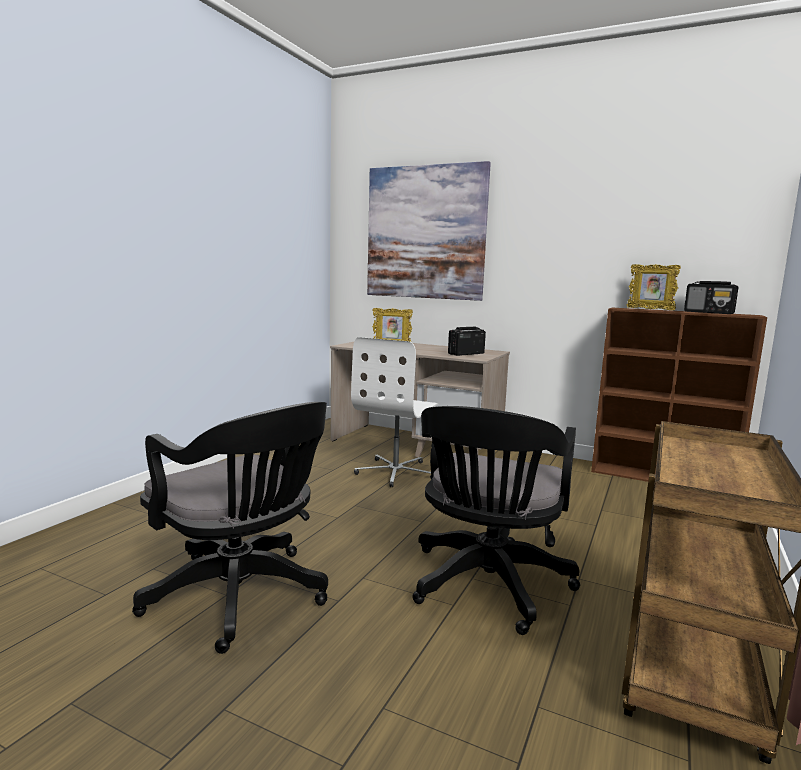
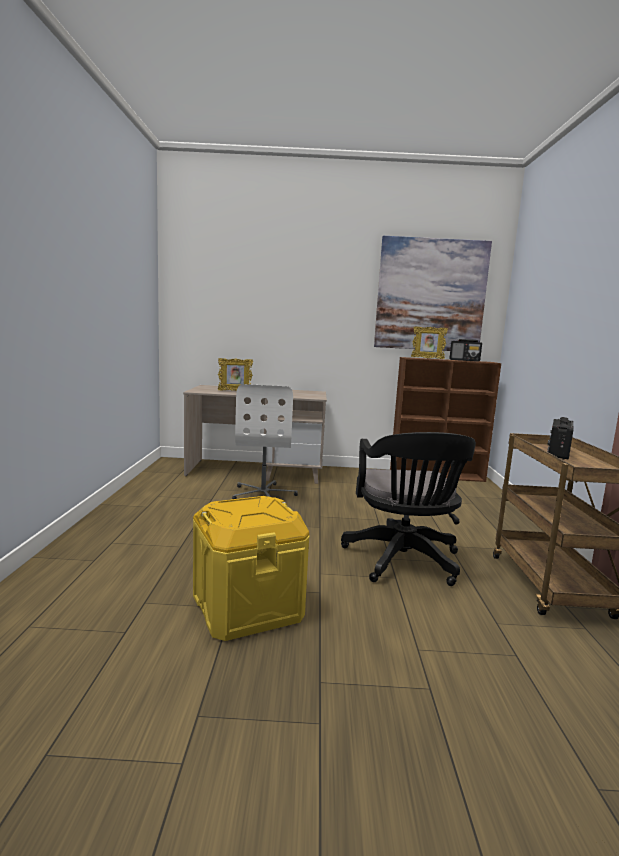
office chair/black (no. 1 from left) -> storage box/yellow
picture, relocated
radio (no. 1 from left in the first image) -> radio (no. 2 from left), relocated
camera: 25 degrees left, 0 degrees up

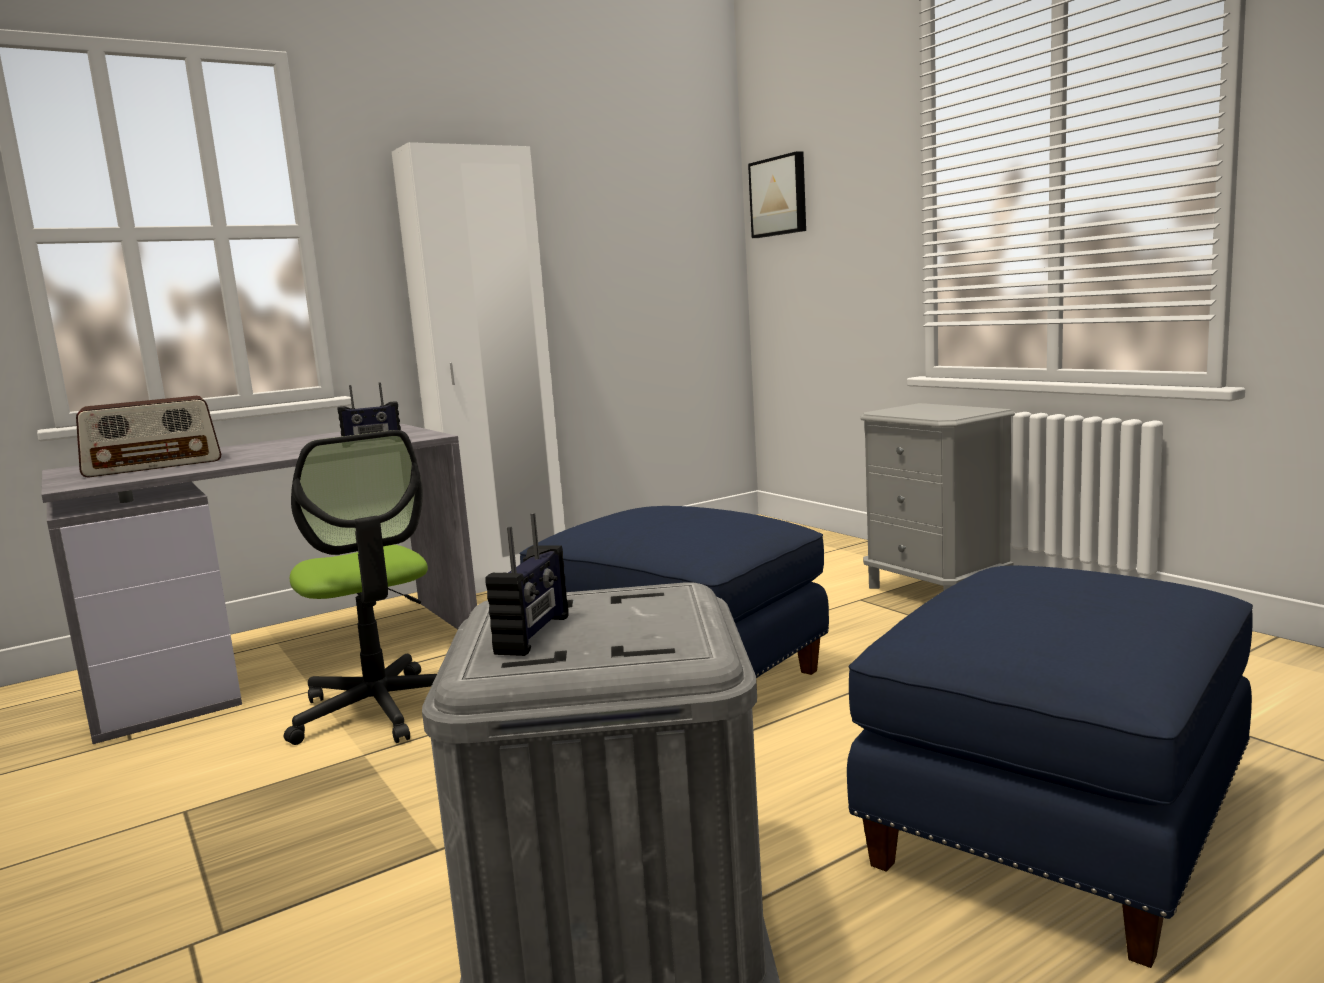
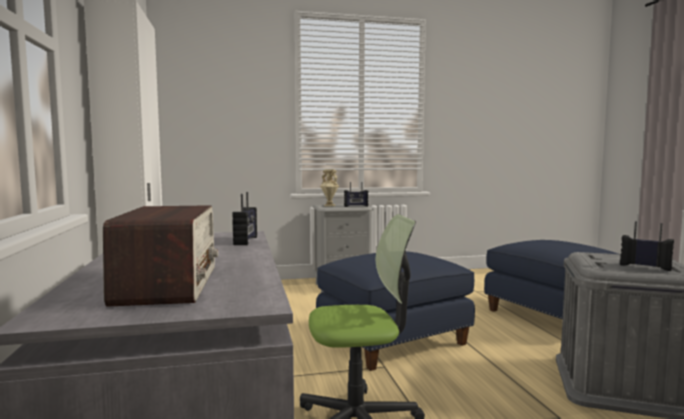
none -> vase/beige
none -> radio (no. 3 from left)
picture -> none
camera: 70 degrees left, 5 degrees down

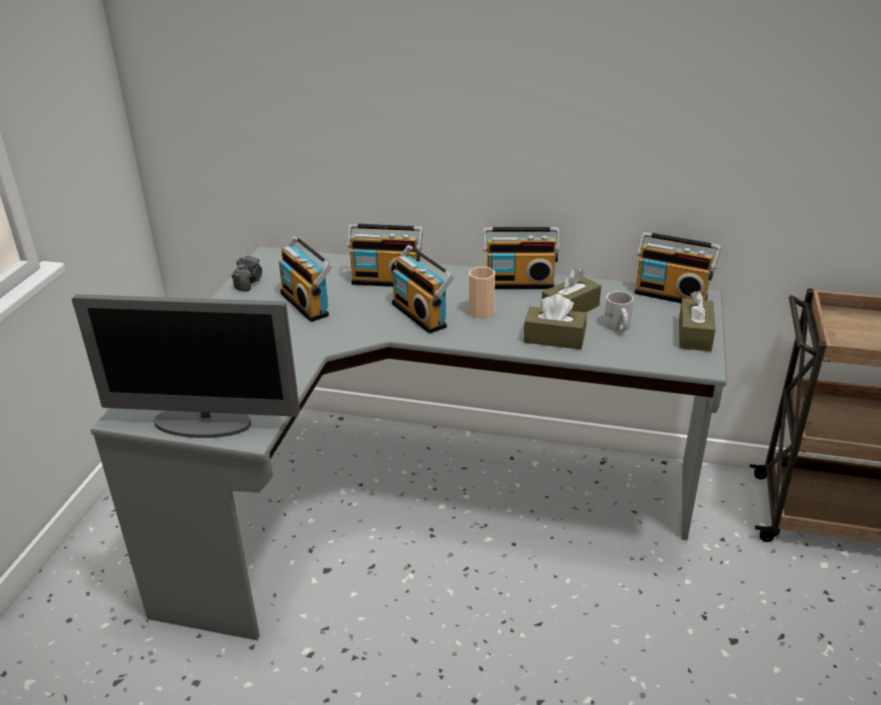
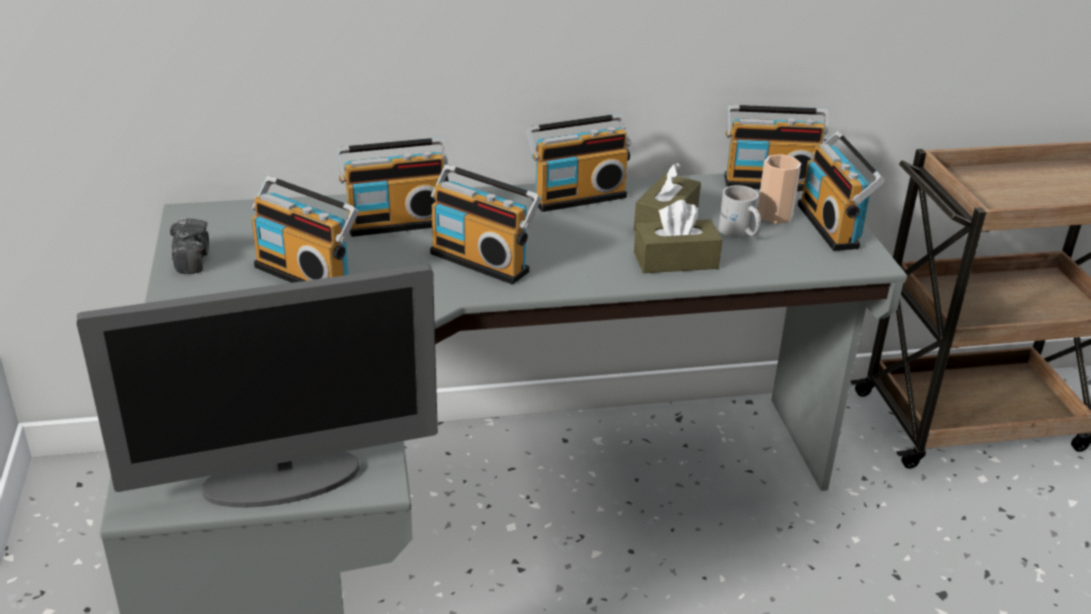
cup, relocated
tissue box/brown (no. 3 from left) -> radio (no. 6 from left)
camera: 25 degrees left, 0 degrees up

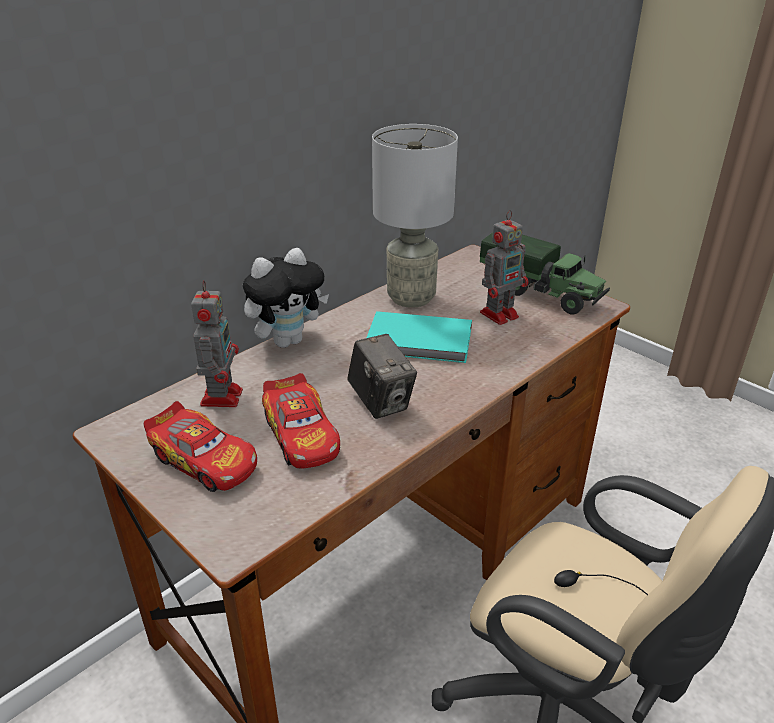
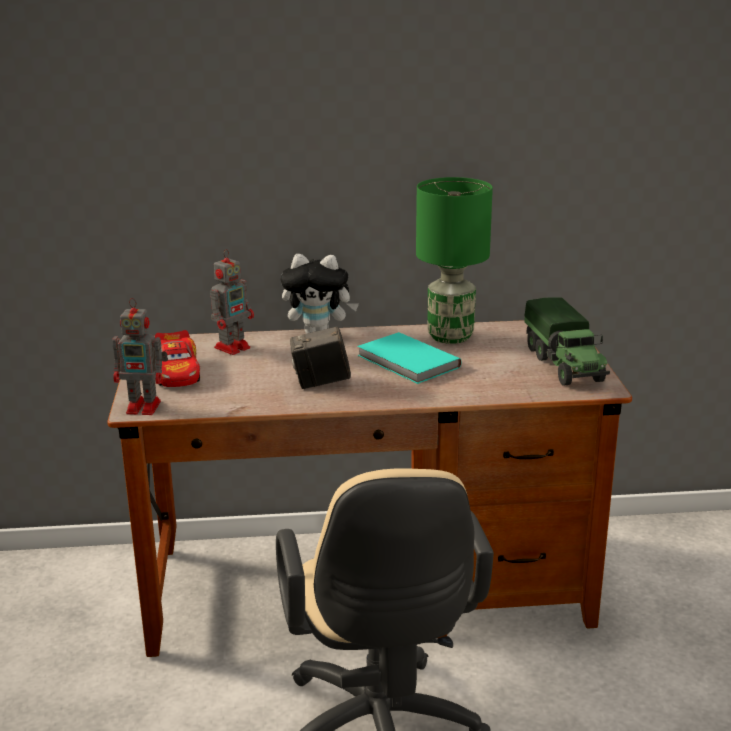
toy robot (no. 2 from left in the first image) -> toy robot (no. 1 from left), relocated
photo camera, 75 degrees clockwise
table lamp/grey -> table lamp/green
toy car (no. 2 from left) -> none
camera: 40 degrees right, 10 degrees down

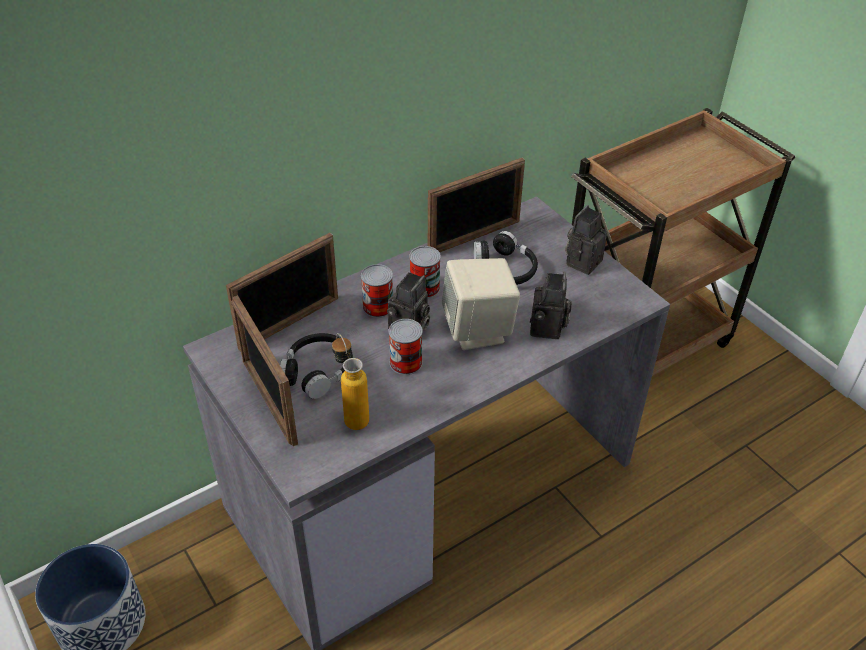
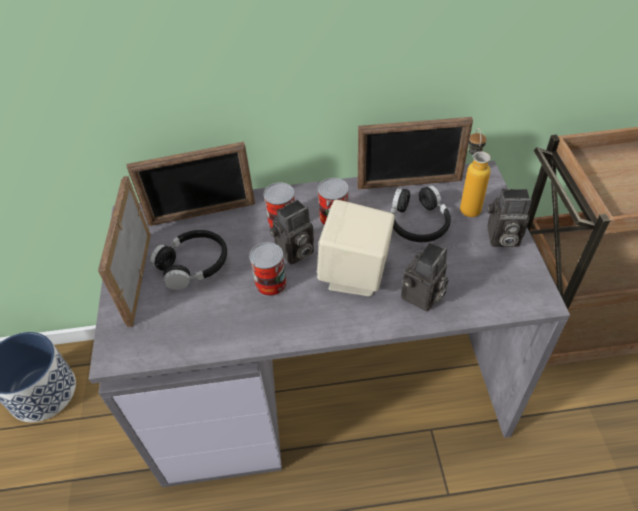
bottle, relocated
photo camera (no. 3 from left), 150 degrees counterclockwise
camera: 30 degrees right, 5 degrees up

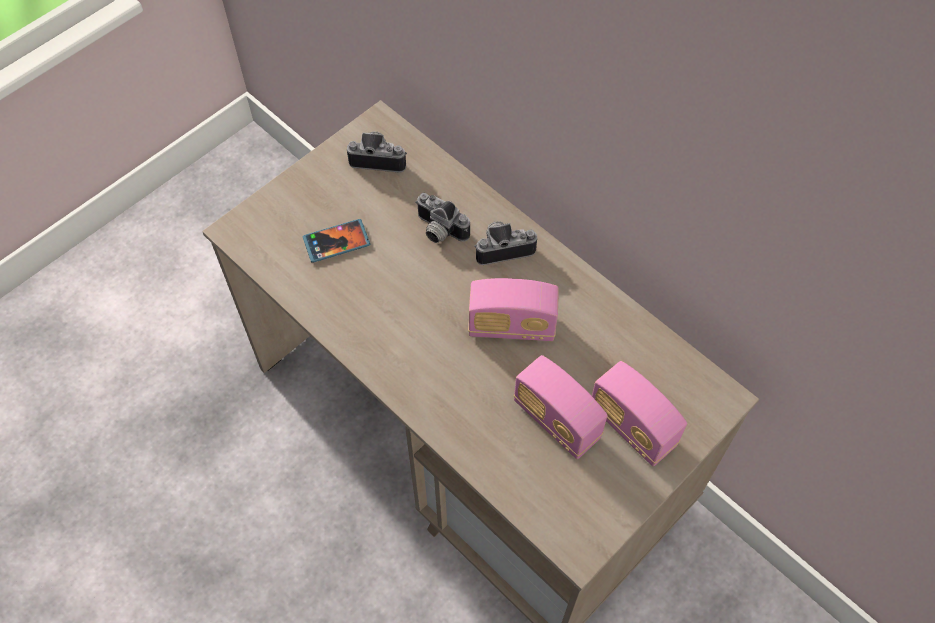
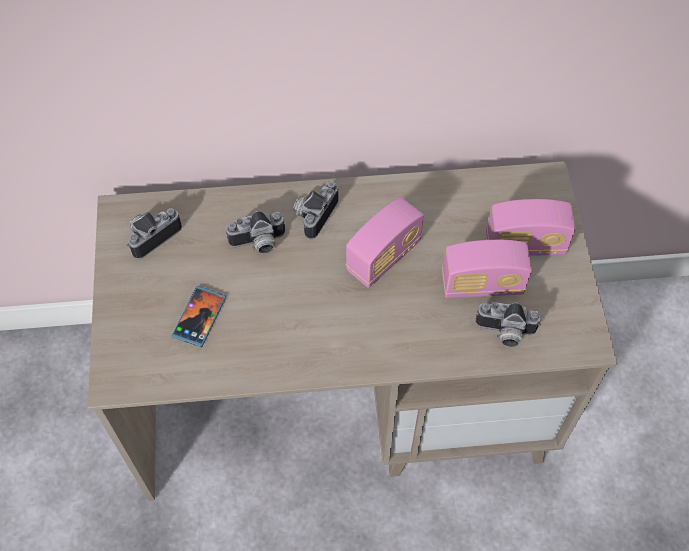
none -> photo camera (no. 4 from left)
camera: 50 degrees left, 0 degrees up

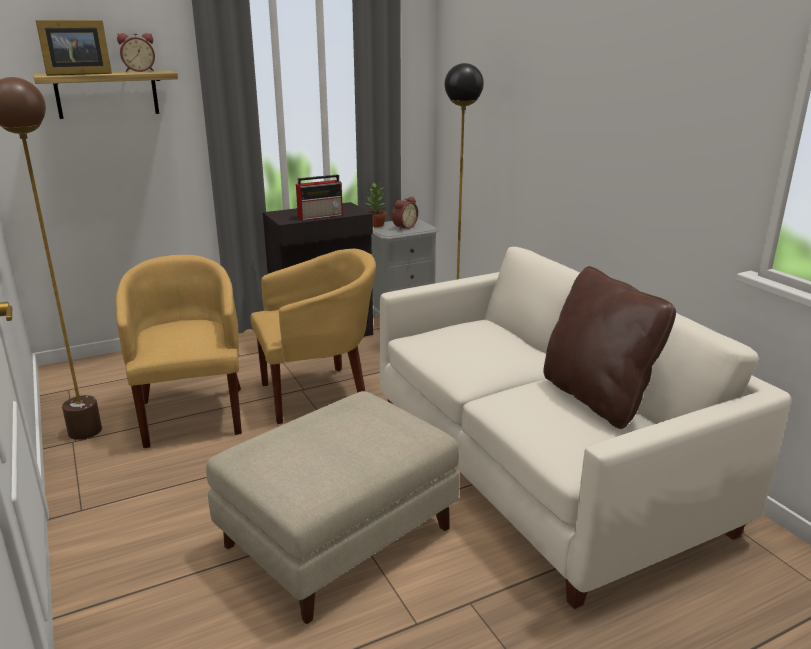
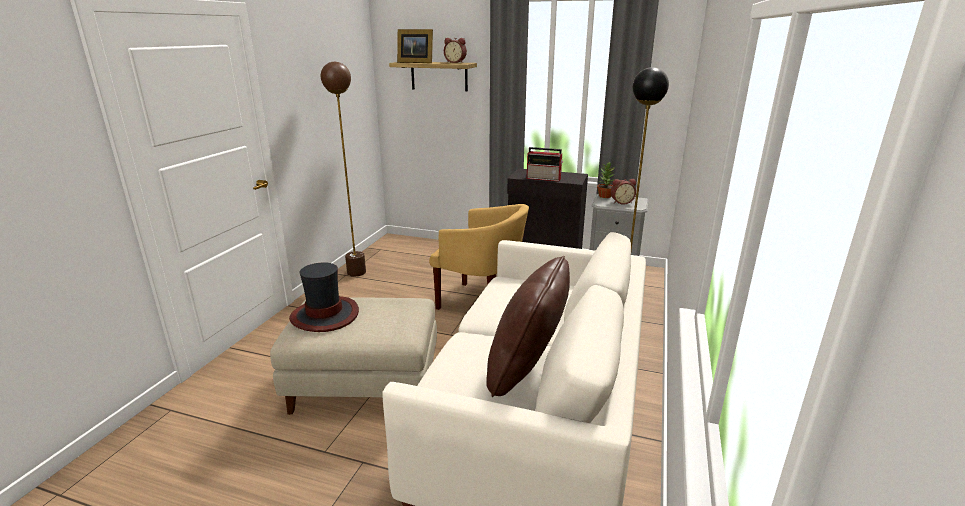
none -> hat
armchair/yellow (no. 1 from left) -> none
camera: 45 degrees right, 0 degrees up

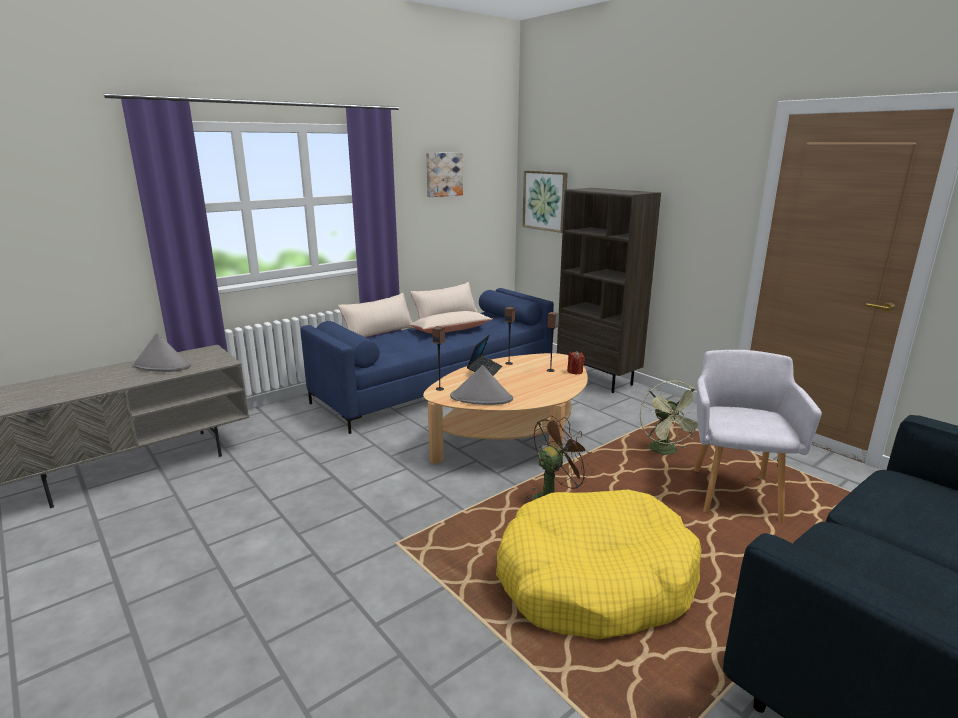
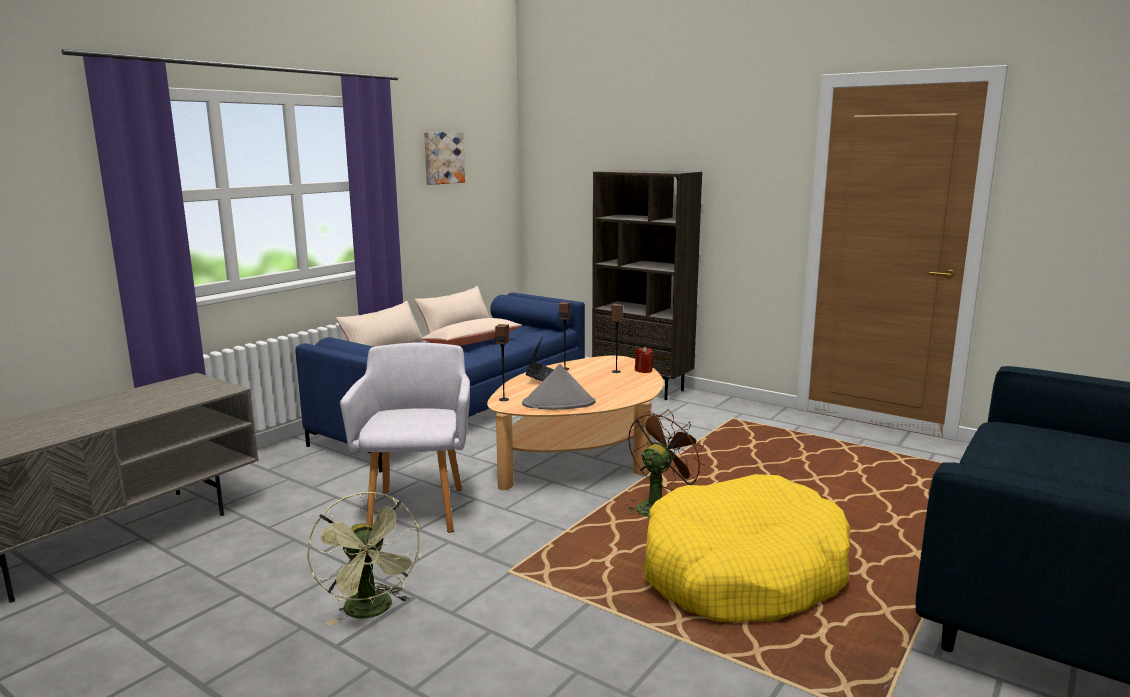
fan/green, relocated
armchair/grey, relocated
hat/grey (no. 1 from left) -> none
picture (no. 2 from left) -> none
camera: 15 degrees left, 5 degrees down

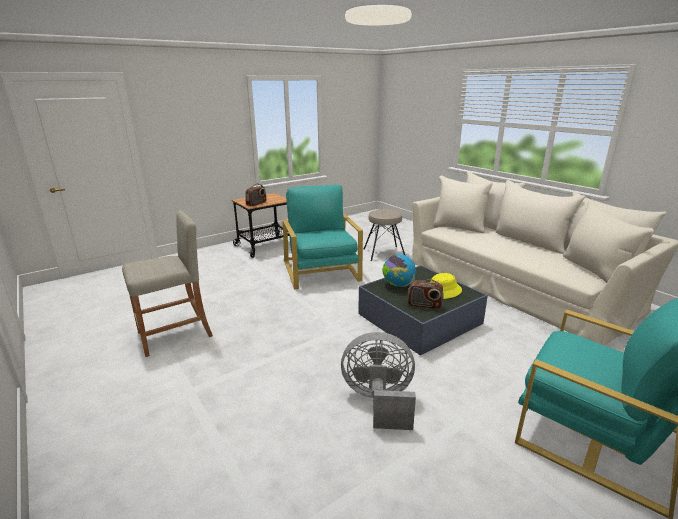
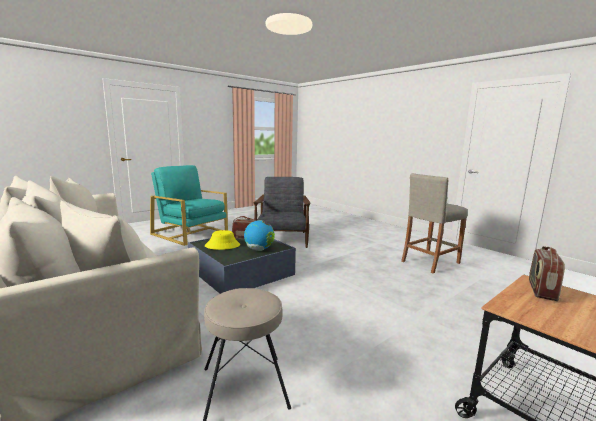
fan/grey -> armchair/grey
armchair/turquoise (no. 1 from left) -> none
camera: 175 degrees right, 10 degrees down

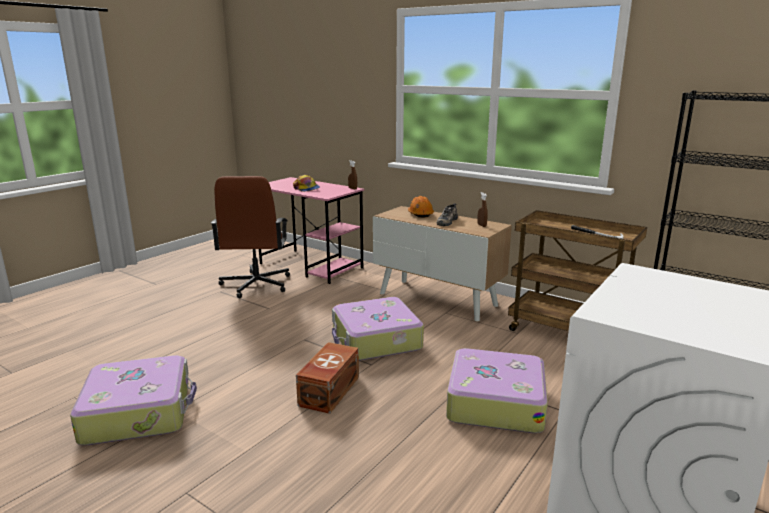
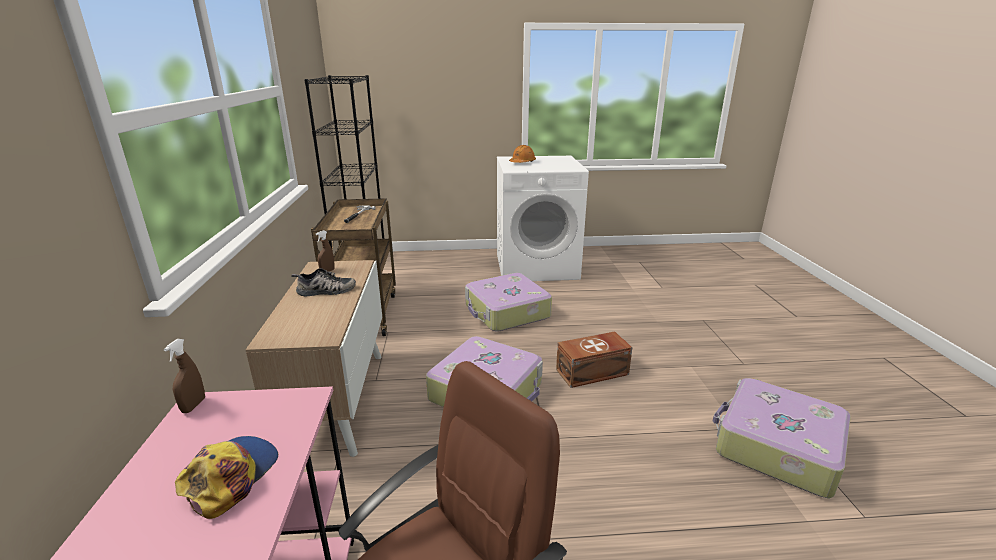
hard hat/orange, relocated
camera: 130 degrees left, 5 degrees up

